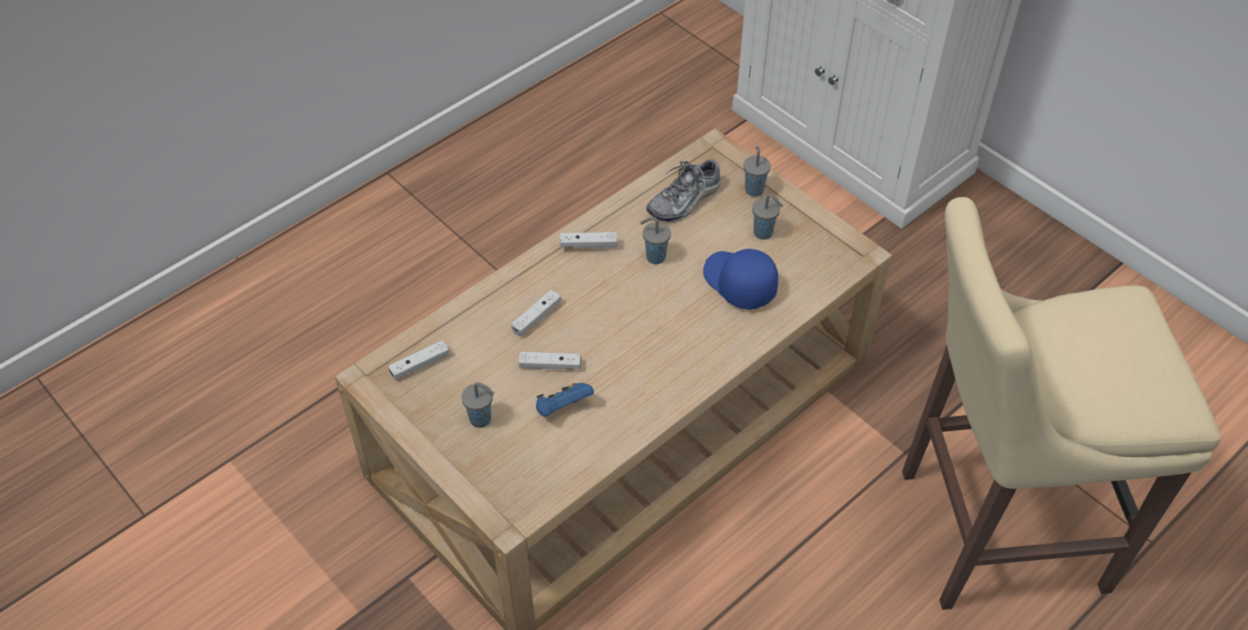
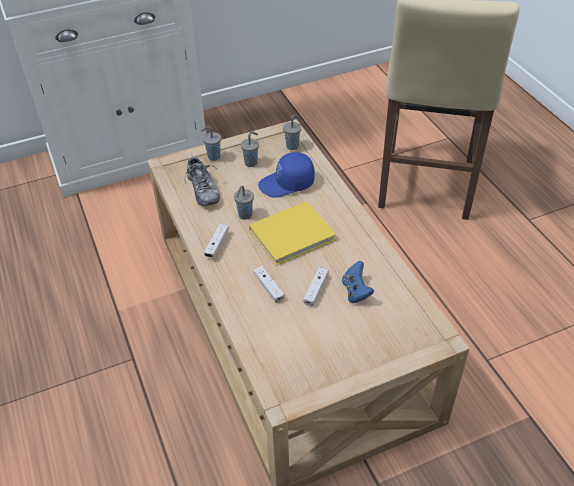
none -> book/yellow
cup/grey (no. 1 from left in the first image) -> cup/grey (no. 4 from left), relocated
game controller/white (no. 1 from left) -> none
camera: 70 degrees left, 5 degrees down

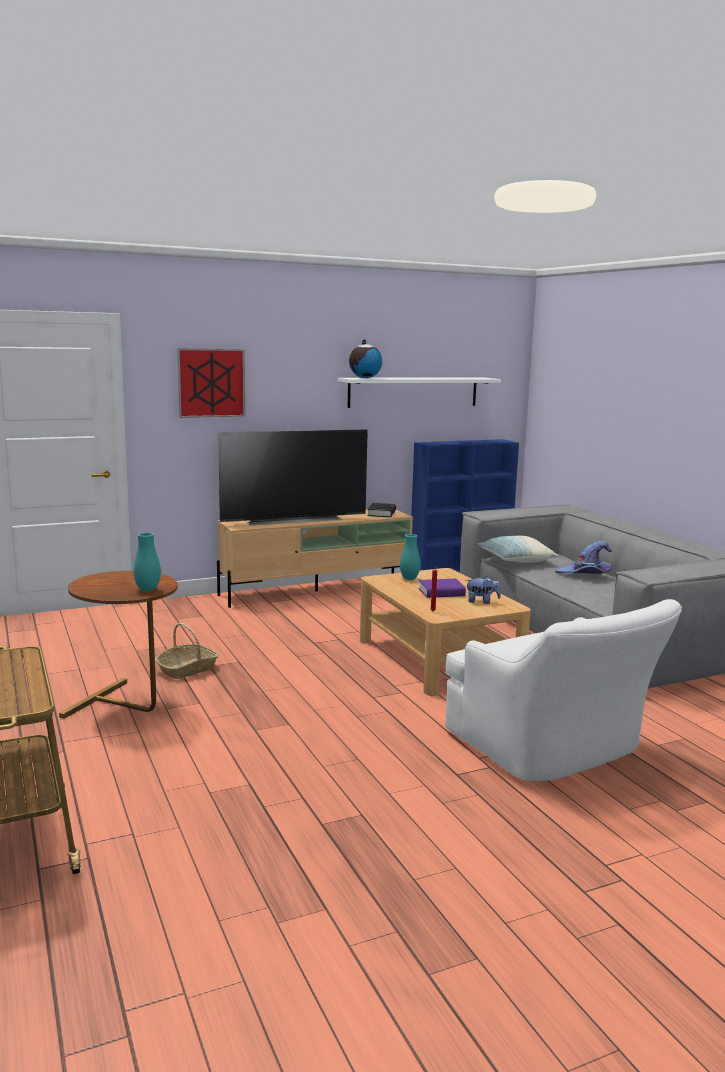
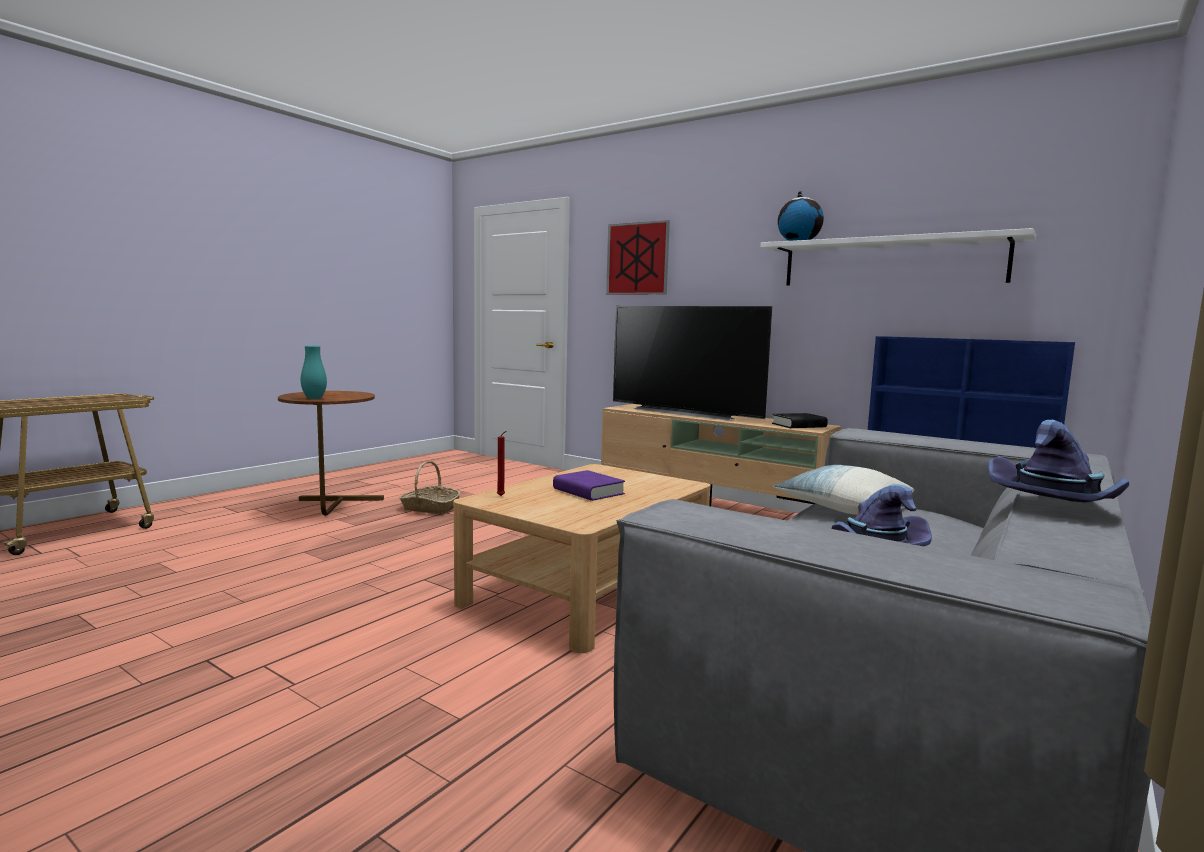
none -> hat/purple (no. 2 from left)
vase/turquoise (no. 2 from left) -> none
armchair/white -> none
plush toy -> none
camera: 60 degrees right, 5 degrees down

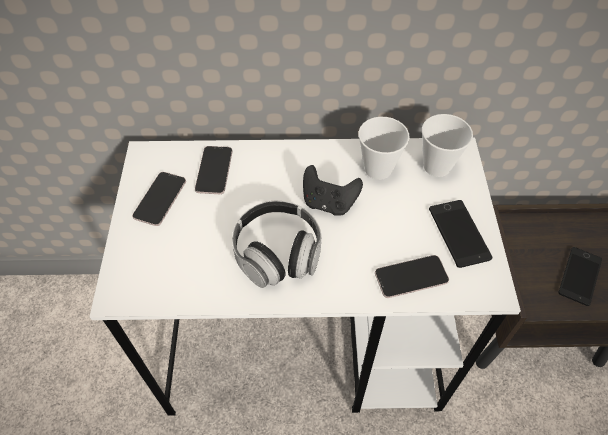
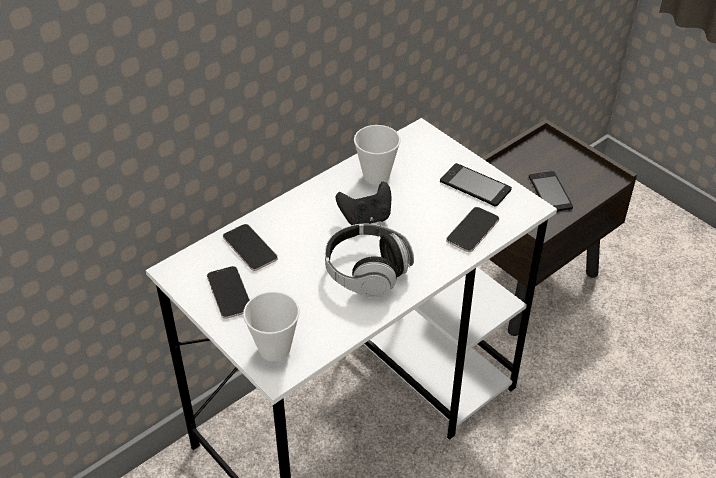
cup (no. 2 from left in the first image) -> cup (no. 1 from left), relocated
camera: 40 degrees left, 10 degrees down

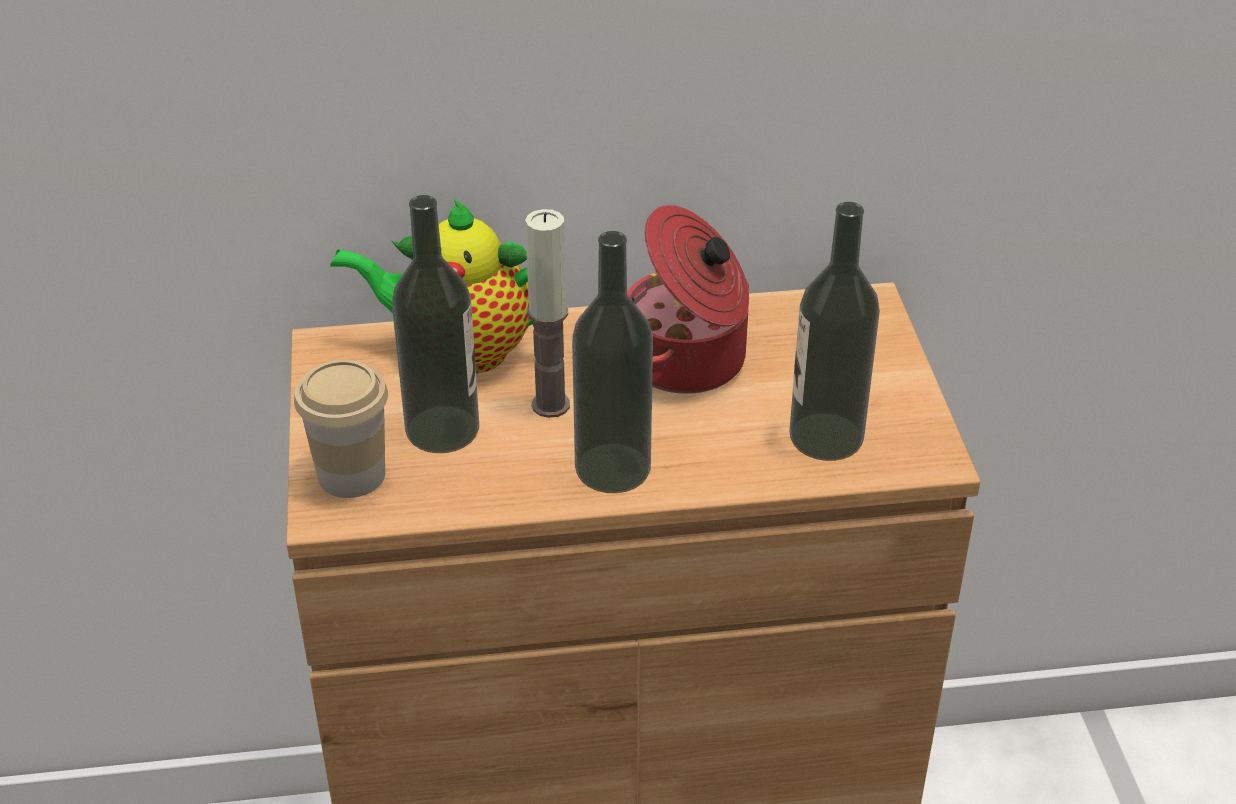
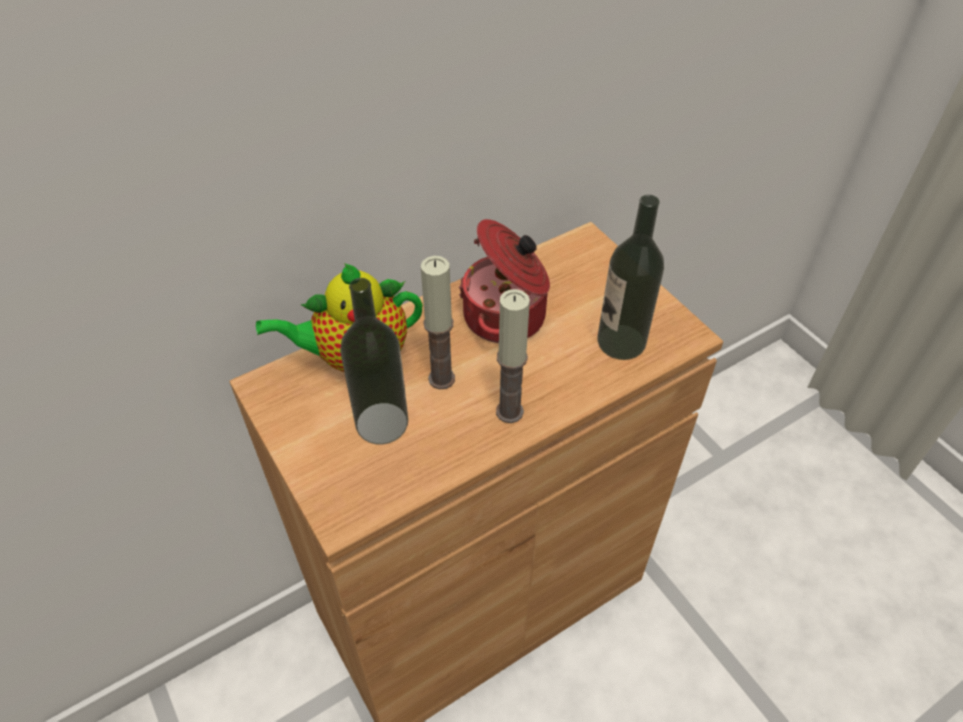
bottle (no. 2 from left) -> candle (no. 2 from left)
cup -> none
camera: 25 degrees left, 10 degrees up

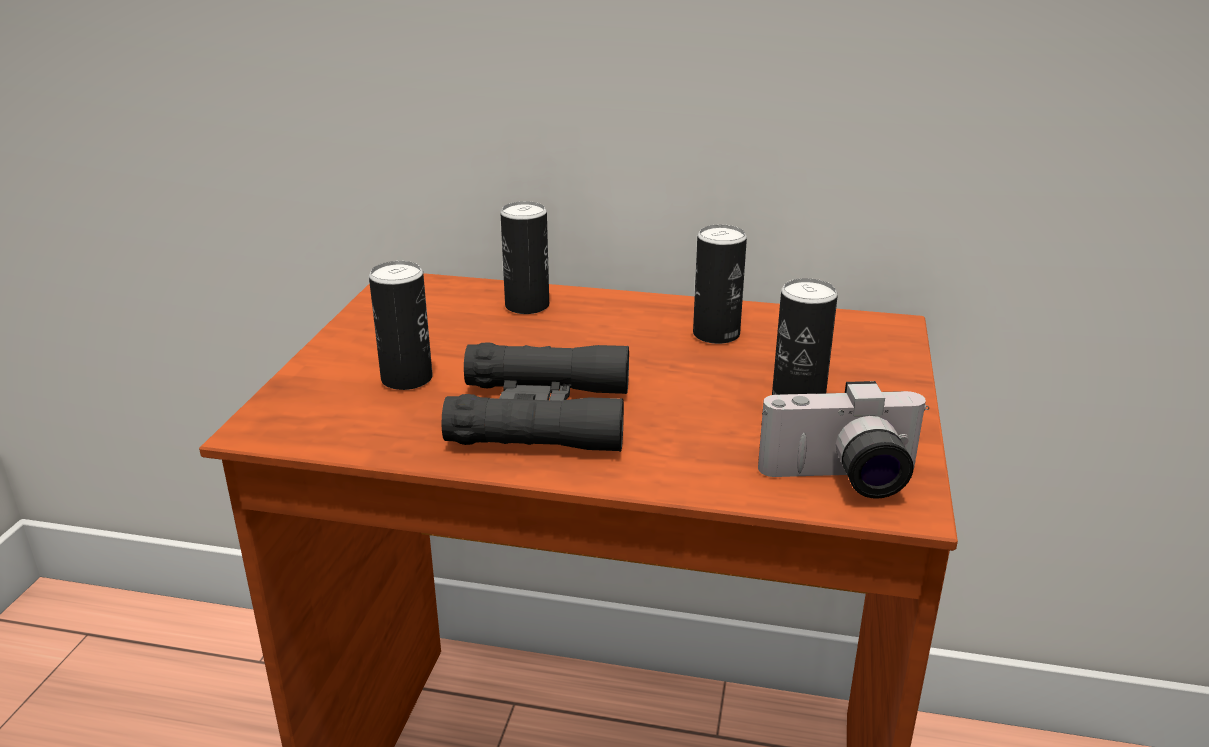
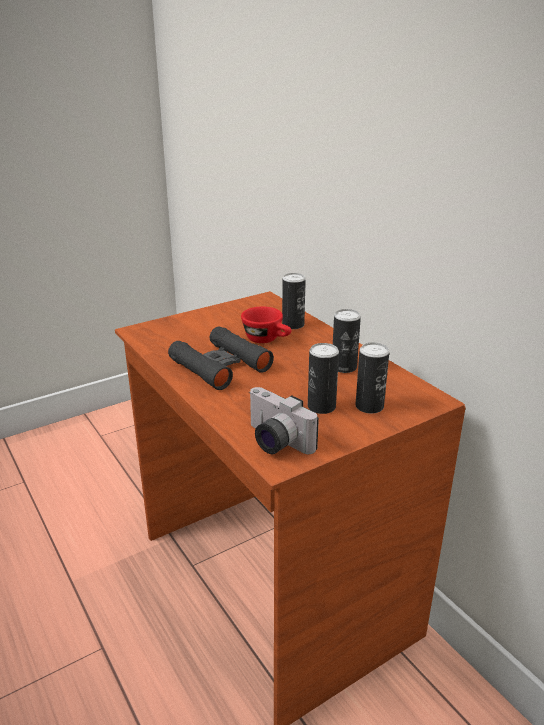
none -> cup/red
can (no. 1 from left in the first image) -> can (no. 4 from left), relocated
camera: 45 degrees right, 0 degrees up

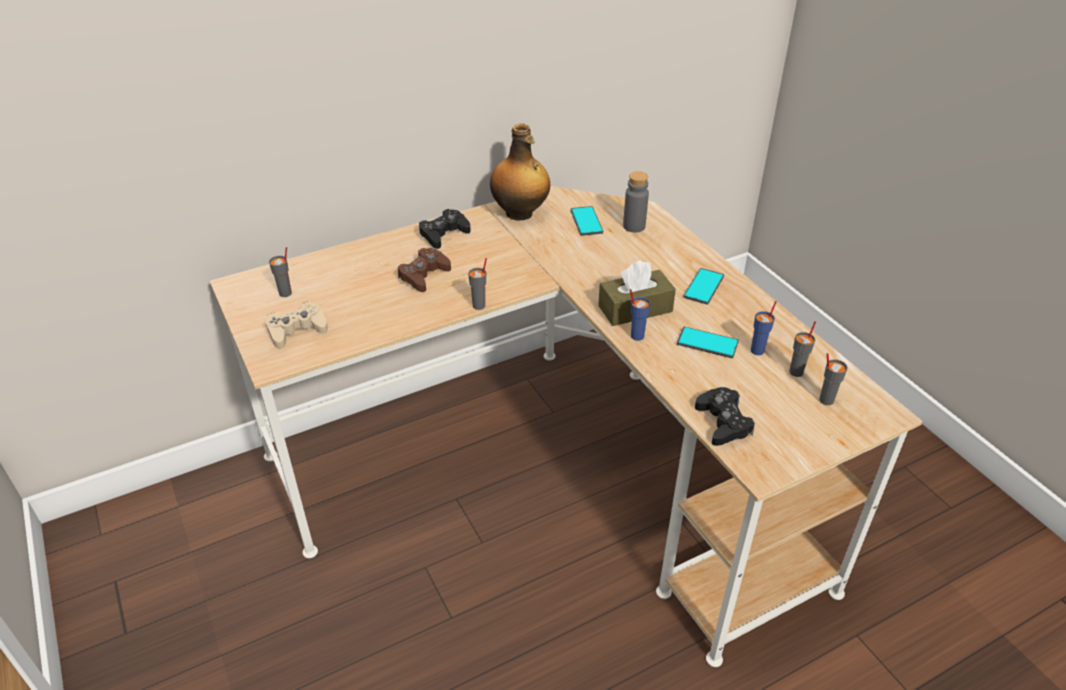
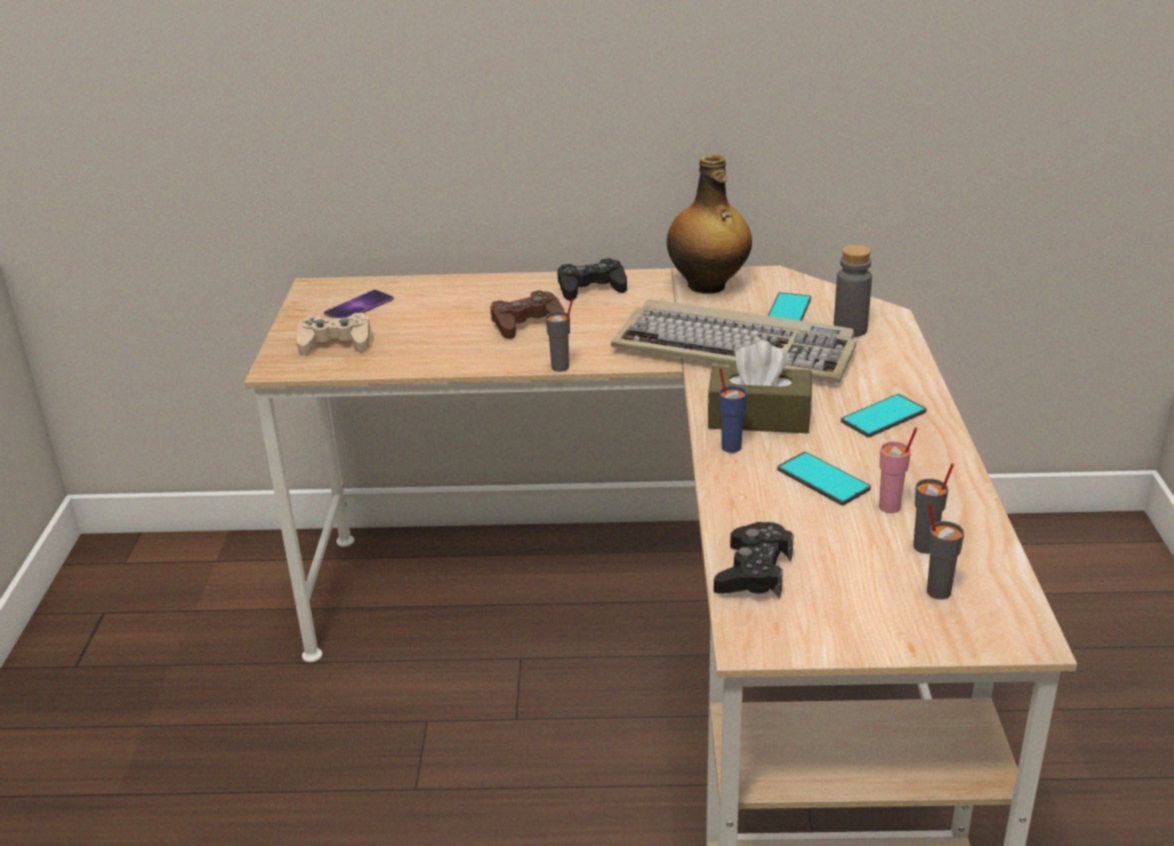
cup/grey (no. 1 from left) -> phone (no. 1 from left)
none -> keyboard
cup/blue (no. 2 from left) -> cup/pink
camera: 30 degrees right, 10 degrees down

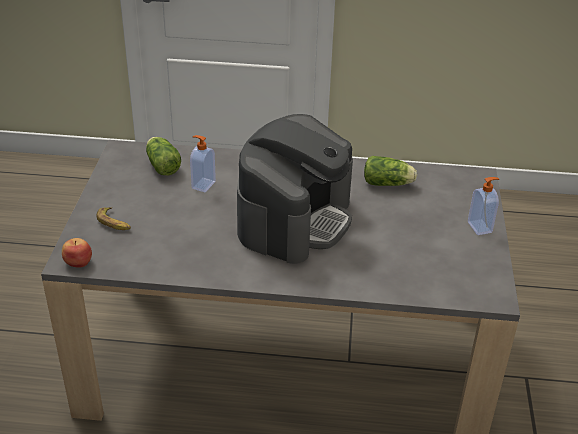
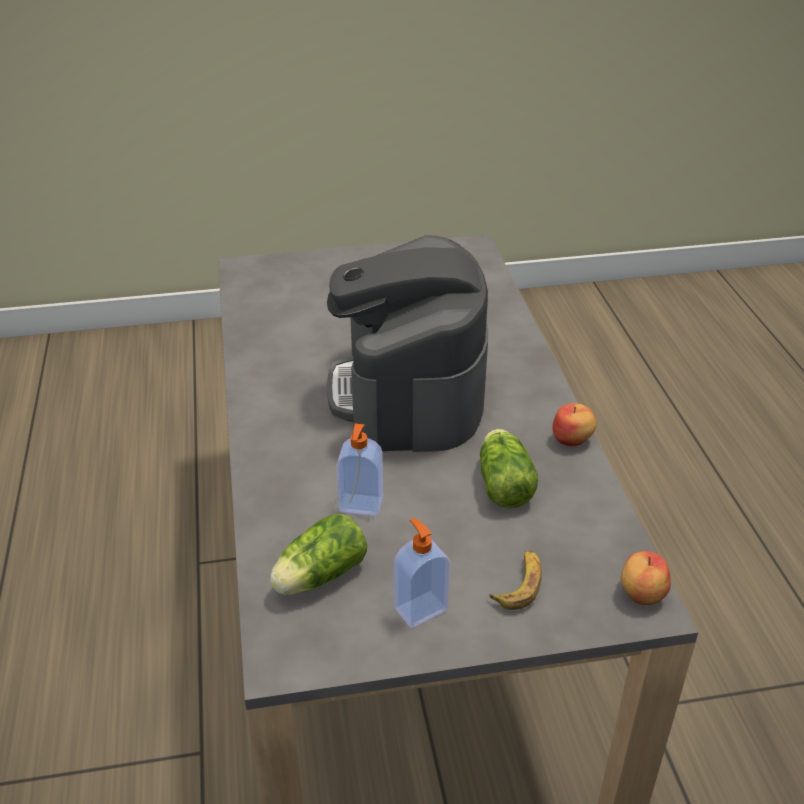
coffee machine, 105 degrees counterclockwise
soap dispenser (no. 2 from left), relocated
lettuce (no. 2 from left), relocated
none -> apple (no. 1 from left)
camera: 105 degrees left, 0 degrees up

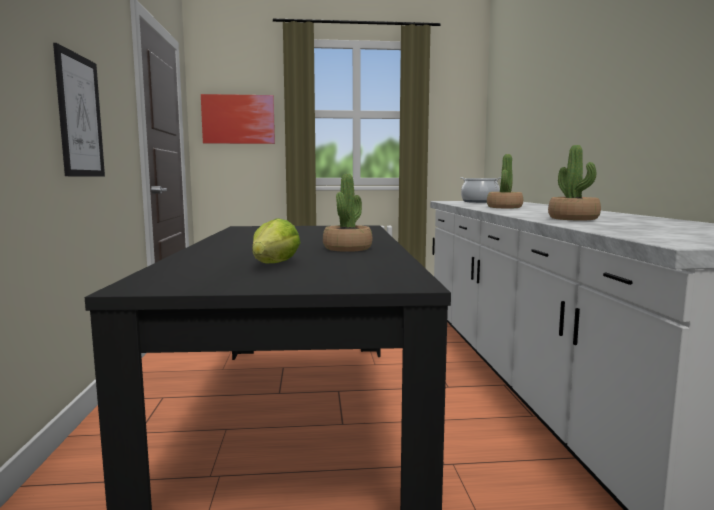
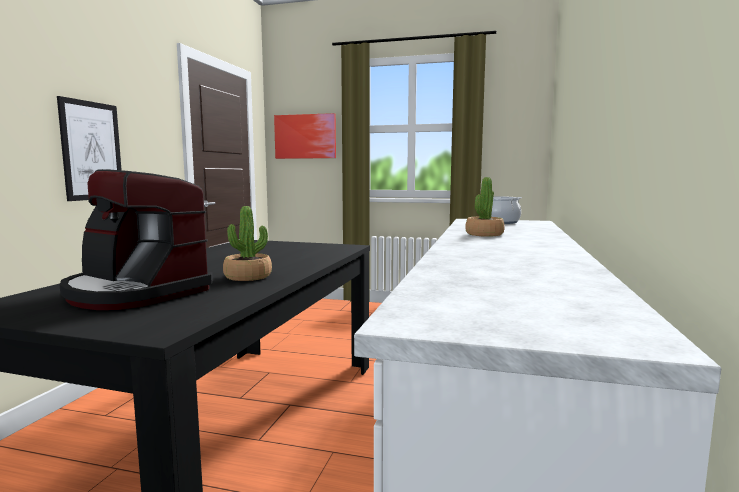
lettuce -> coffee machine
potted plant (no. 3 from left) -> none
camera: 20 degrees right, 0 degrees up

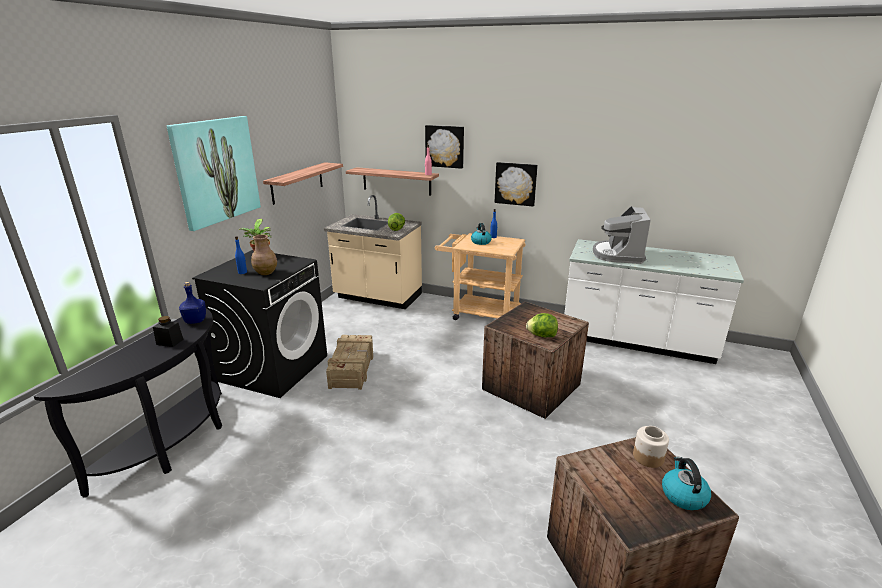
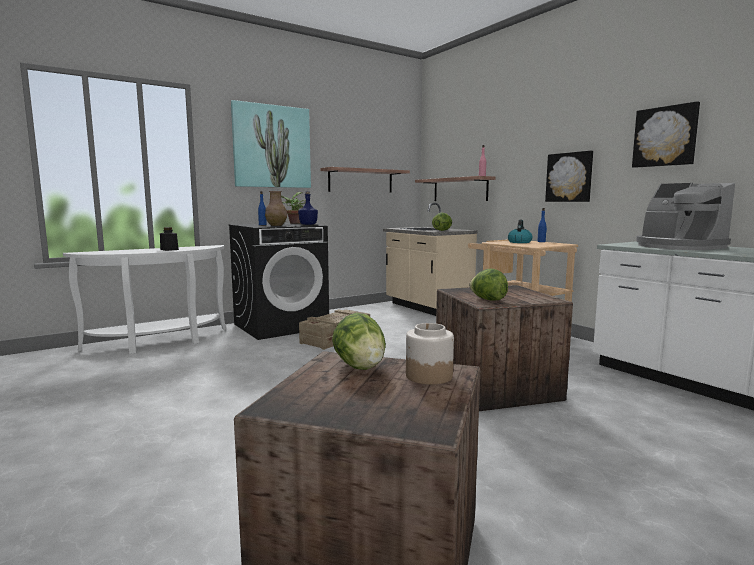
console table/black -> console table/white
bottle/blue (no. 1 from left in the first image) -> bottle/blue (no. 2 from left), relocated
none -> lettuce (no. 1 from left)
picture (no. 2 from left in the first image) -> picture (no. 3 from left), relocated
coffee machine, 75 degrees counterclockwise
kettle (no. 2 from left) -> none
camera: 35 degrees right, 15 degrees down

